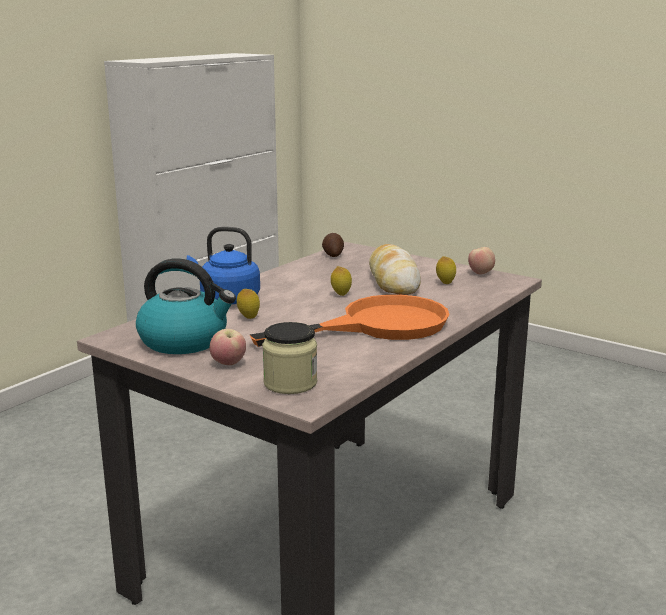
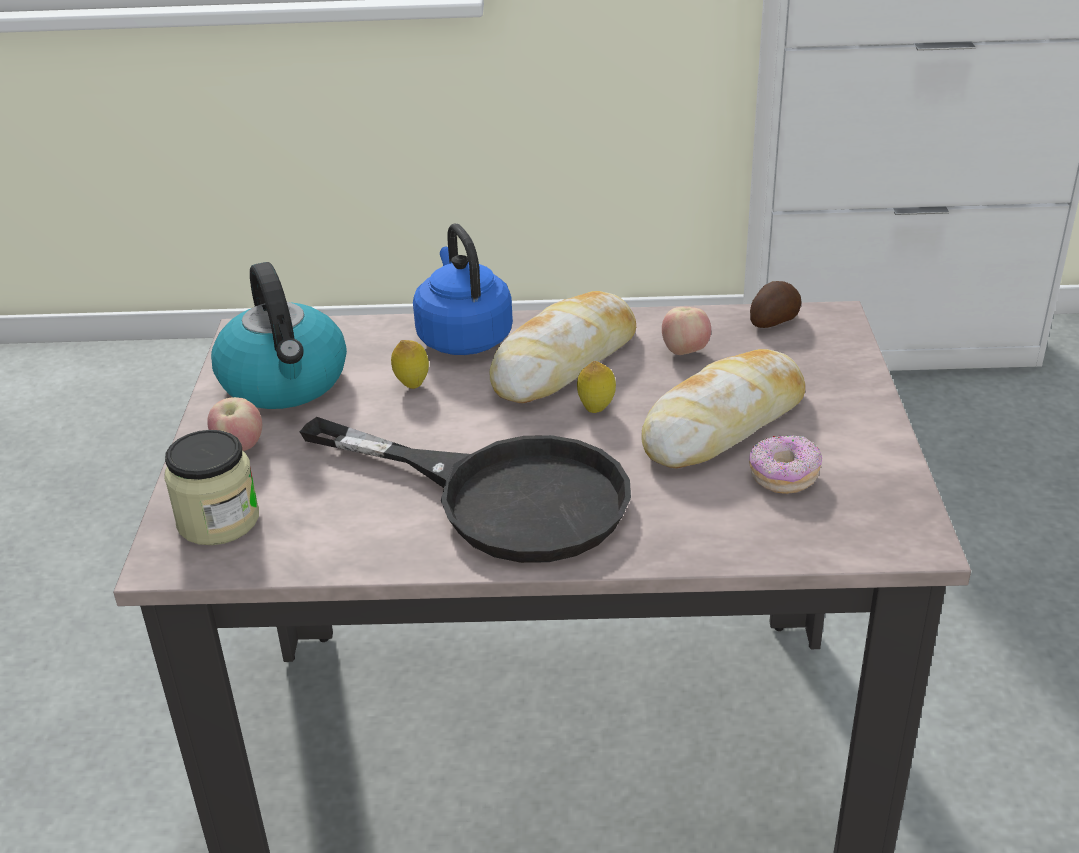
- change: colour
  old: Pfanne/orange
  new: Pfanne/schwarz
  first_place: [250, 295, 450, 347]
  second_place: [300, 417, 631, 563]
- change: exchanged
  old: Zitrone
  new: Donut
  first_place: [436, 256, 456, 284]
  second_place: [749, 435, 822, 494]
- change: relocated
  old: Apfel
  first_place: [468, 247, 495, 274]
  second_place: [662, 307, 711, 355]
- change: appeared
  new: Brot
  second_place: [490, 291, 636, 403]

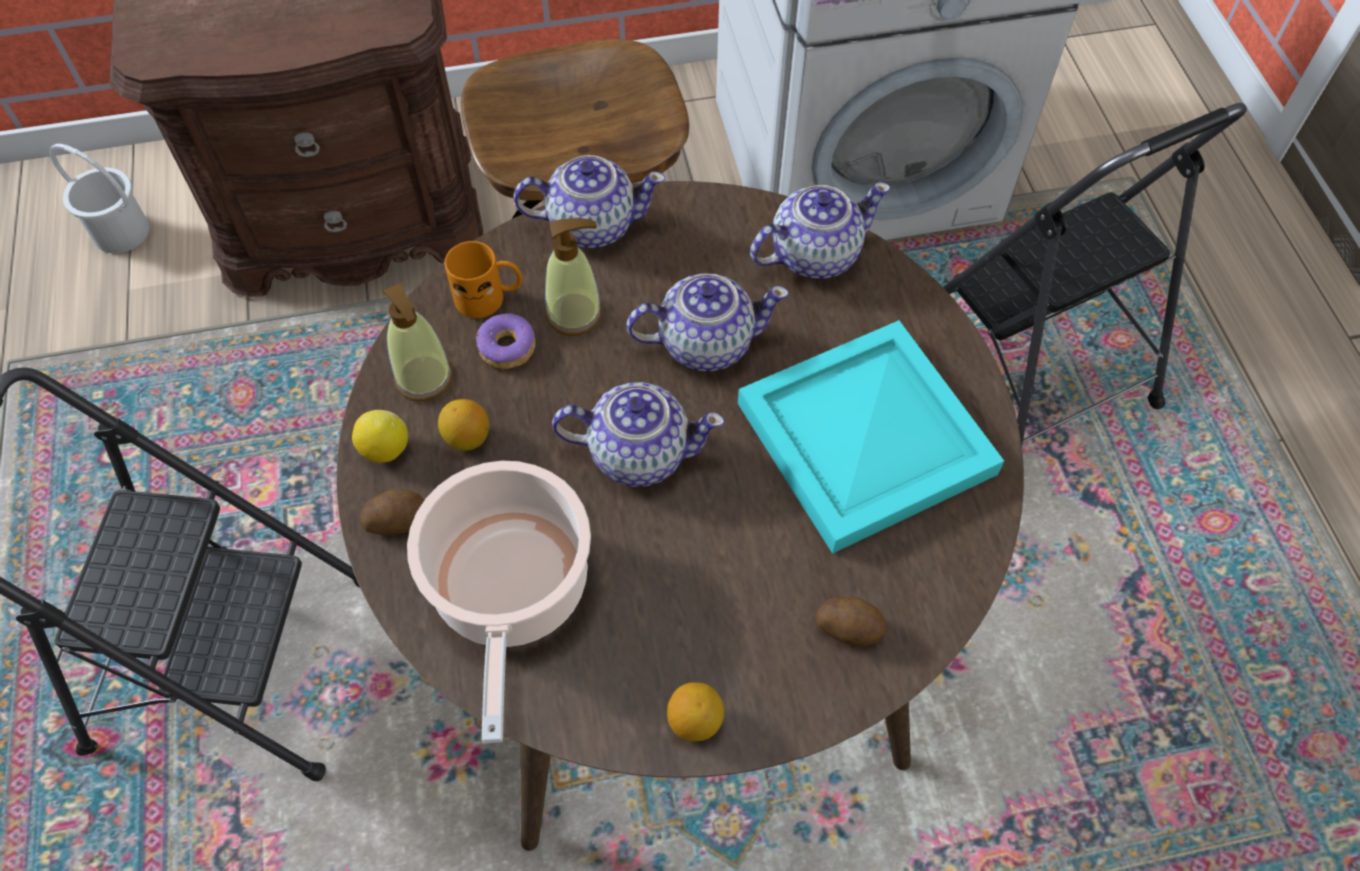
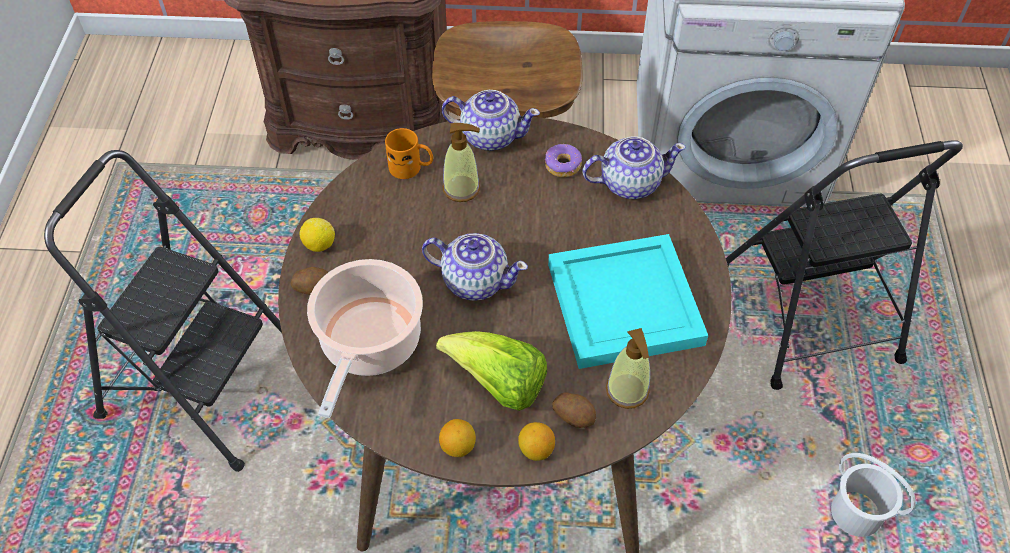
- change: relocated
  old: Eimer/weiß
  first_place: [49, 144, 149, 253]
  second_place: [831, 453, 916, 537]
- change: relocated
  old: Seifenspender
  first_place: [383, 283, 453, 401]
  second_place: [606, 328, 650, 409]
- change: relocated
  old: Zitrone
  first_place: [438, 399, 489, 451]
  second_place: [518, 422, 555, 461]
- change: relocated
  old: Donut
  first_place: [476, 313, 536, 369]
  second_place: [545, 144, 582, 177]
- change: missing
  old: Teekanne
  first_place: [627, 273, 789, 371]
- change: appeared
  new: Salatkopf
  second_place: [436, 331, 547, 411]

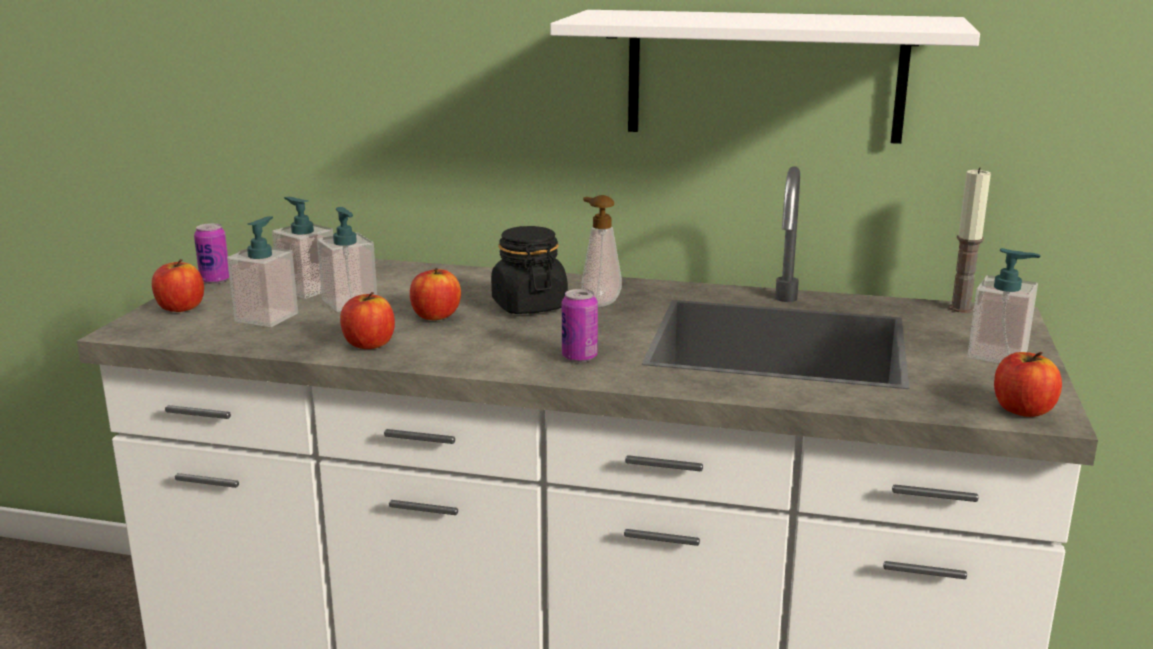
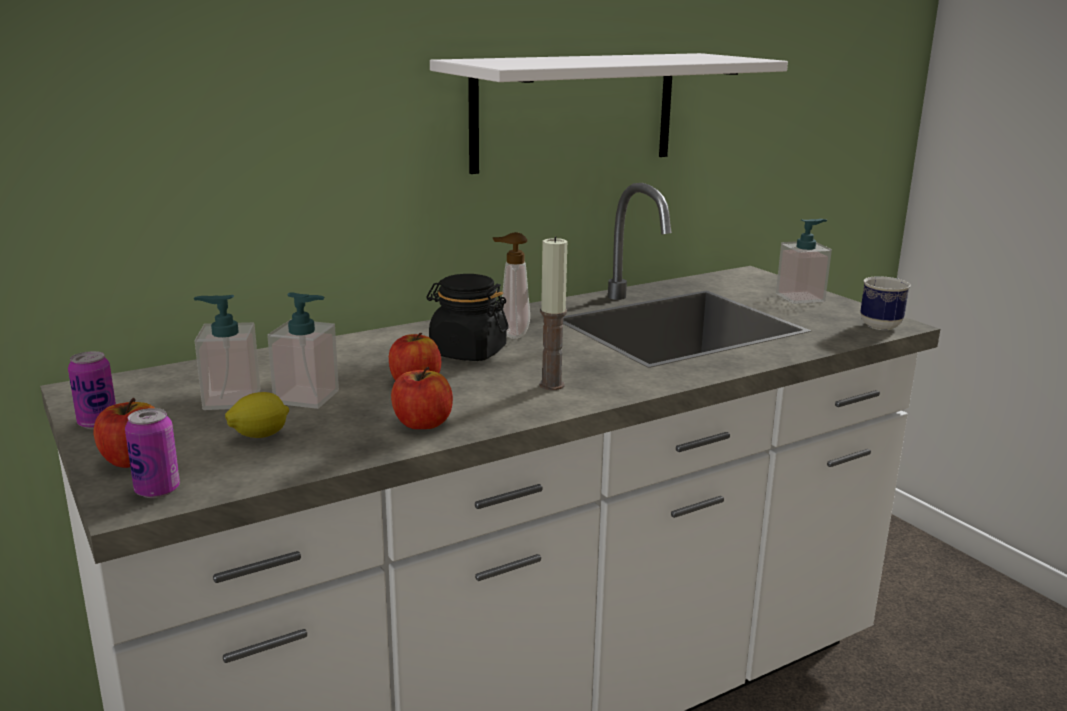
- change: exchanged
  old: Seifenspender
  new: Zitrone
  first_place: [227, 216, 298, 327]
  second_place: [225, 392, 289, 438]
- change: relocated
  old: Dose
  first_place: [562, 289, 598, 362]
  second_place: [125, 408, 180, 498]
- change: relocated
  old: Kerze
  first_place: [948, 168, 991, 313]
  second_place: [539, 236, 567, 390]
- change: exchanged
  old: Apfel
  new: Henkelbecher
  first_place: [994, 352, 1062, 417]
  second_place: [860, 276, 911, 330]

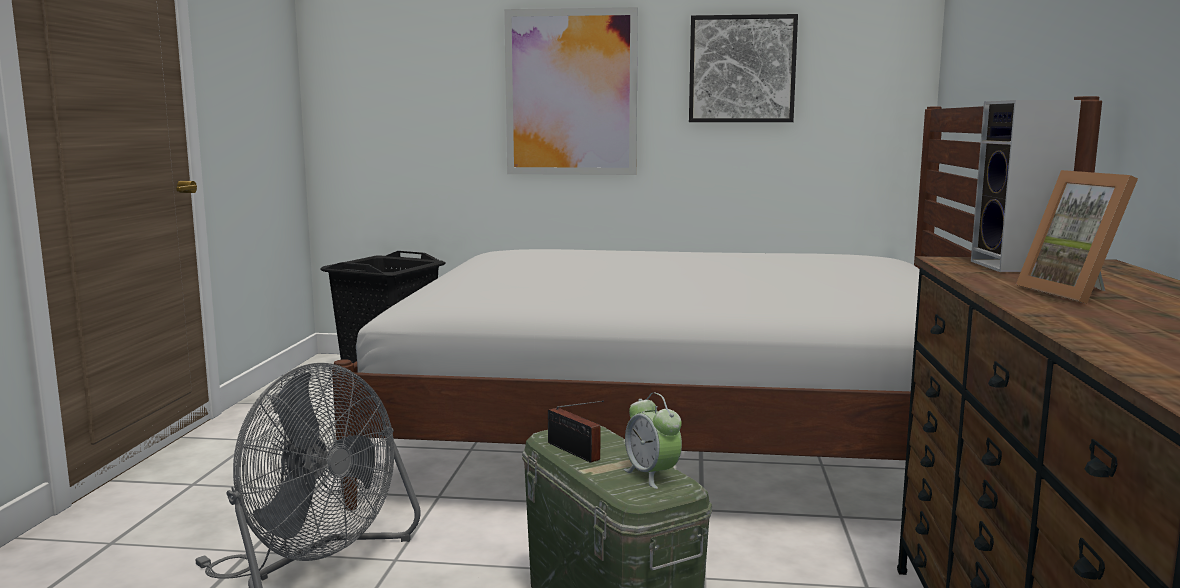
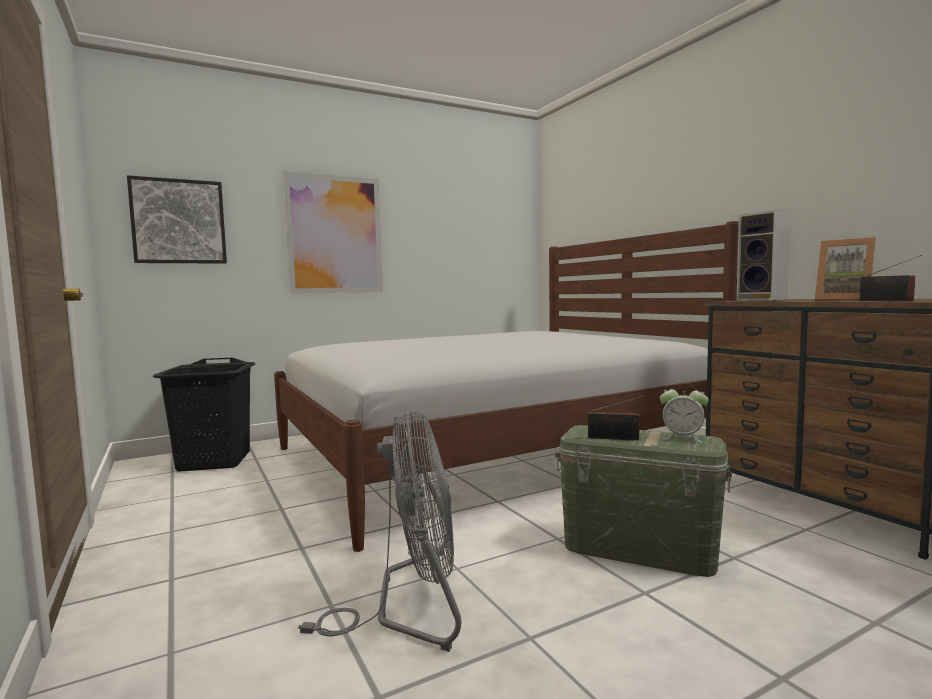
- change: relocated
  old: Bild
  first_place: [689, 14, 798, 122]
  second_place: [127, 175, 227, 264]
- change: appeared
  new: Radio
  second_place: [859, 255, 922, 301]

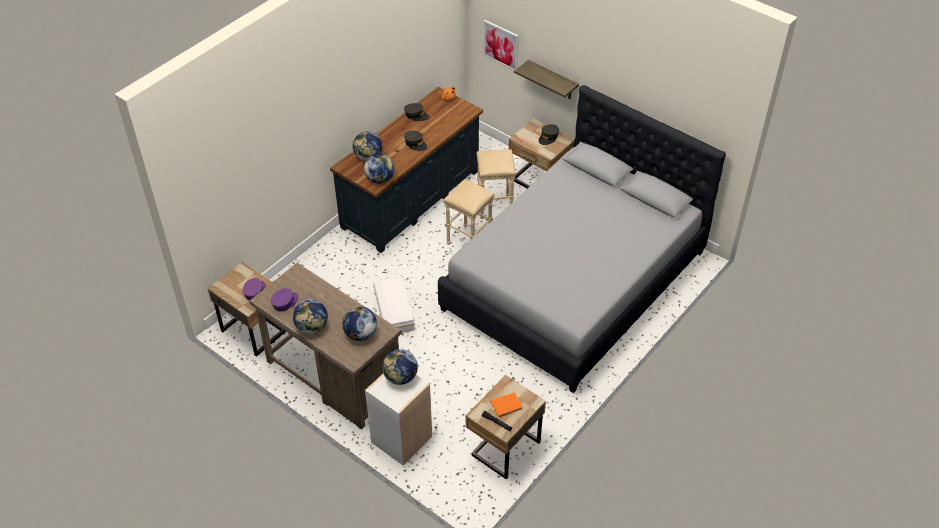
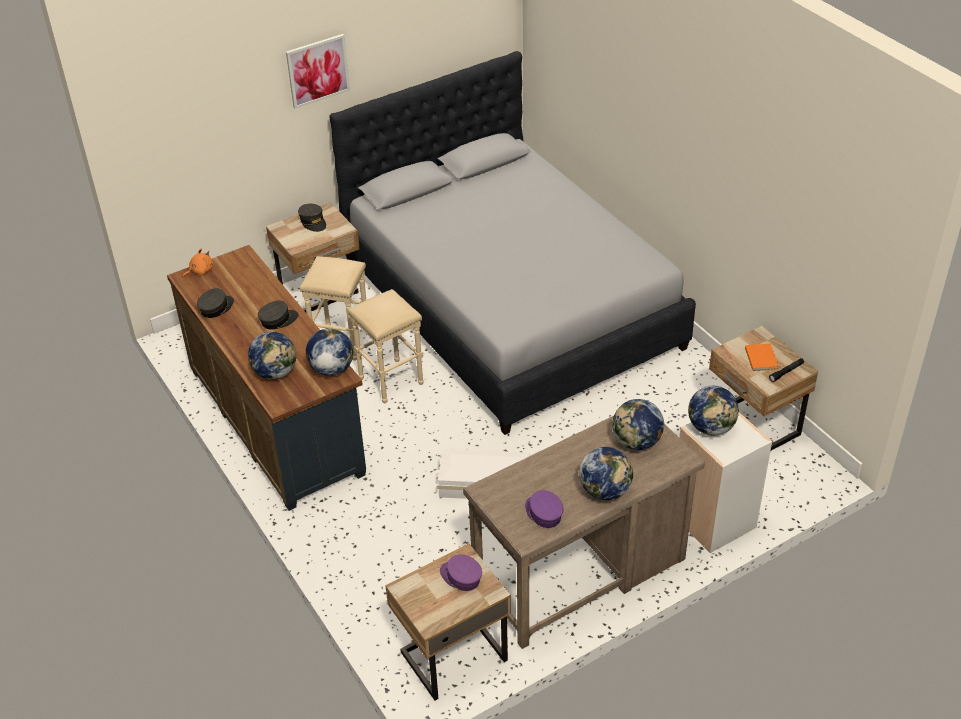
- change: relocated
  old: Bild
  first_place: [483, 20, 519, 70]
  second_place: [286, 34, 350, 109]
- change: missing
  old: Wandregal
  first_place: [514, 60, 579, 99]

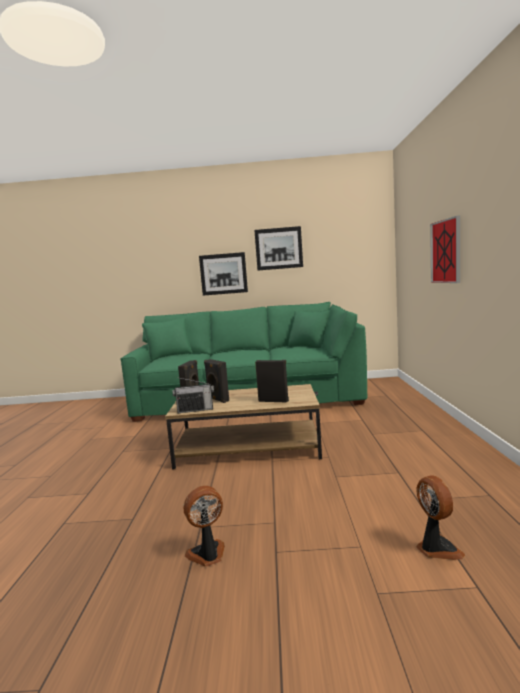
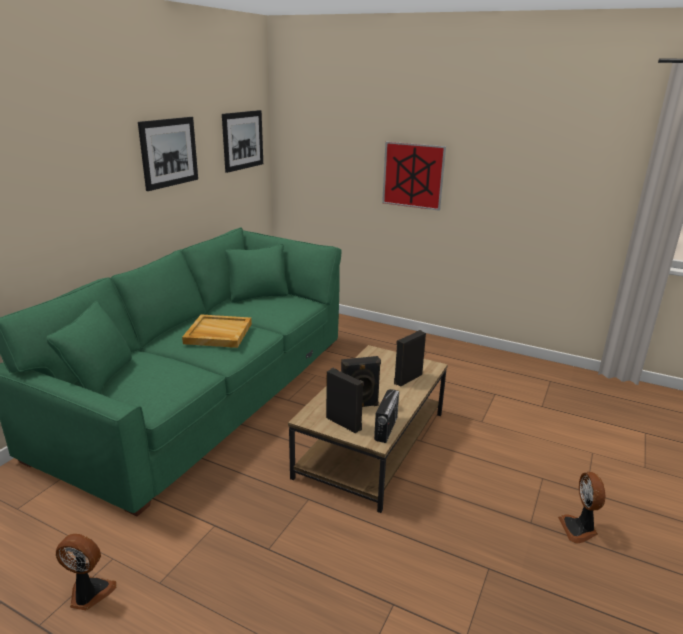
- change: relocated
  old: Bild
  first_place: [199, 252, 248, 296]
  second_place: [222, 110, 263, 173]
- change: relocated
  old: Ventilator
  first_place: [416, 476, 465, 560]
  second_place: [56, 534, 117, 610]
- change: appeared
  new: Tablett/beige
  second_place: [182, 314, 252, 348]

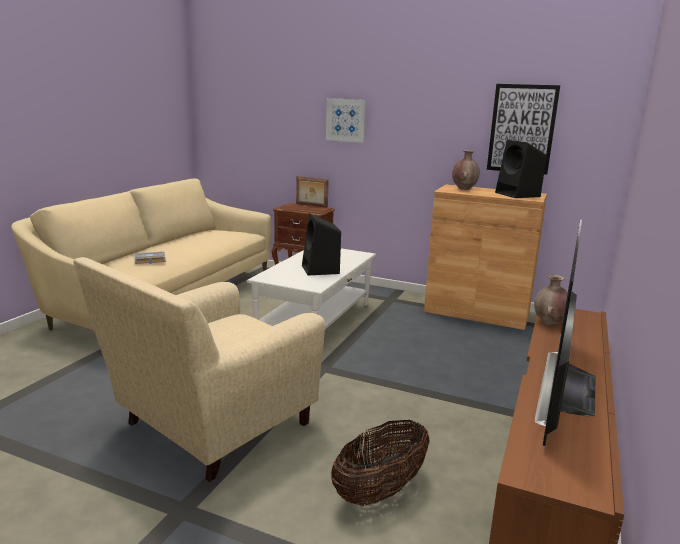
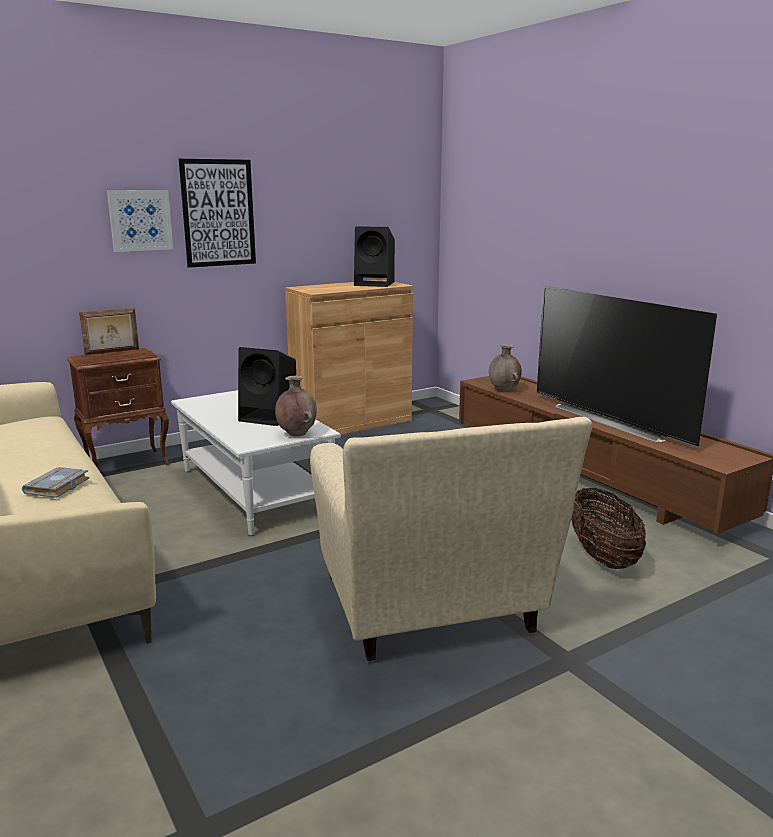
- change: relocated
  old: Vase/braun
  first_place: [452, 150, 480, 190]
  second_place: [275, 375, 317, 436]
- change: relocated
  old: Bild
  first_place: [487, 84, 560, 175]
  second_place: [179, 159, 256, 268]

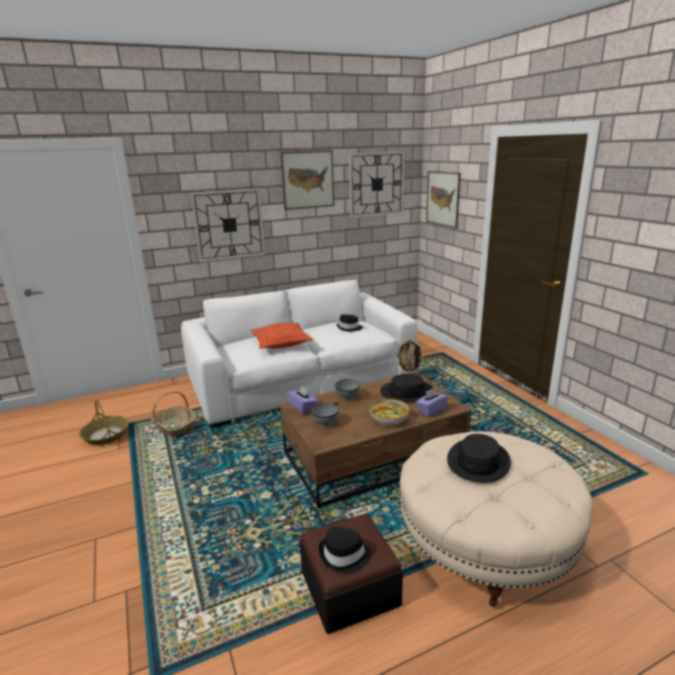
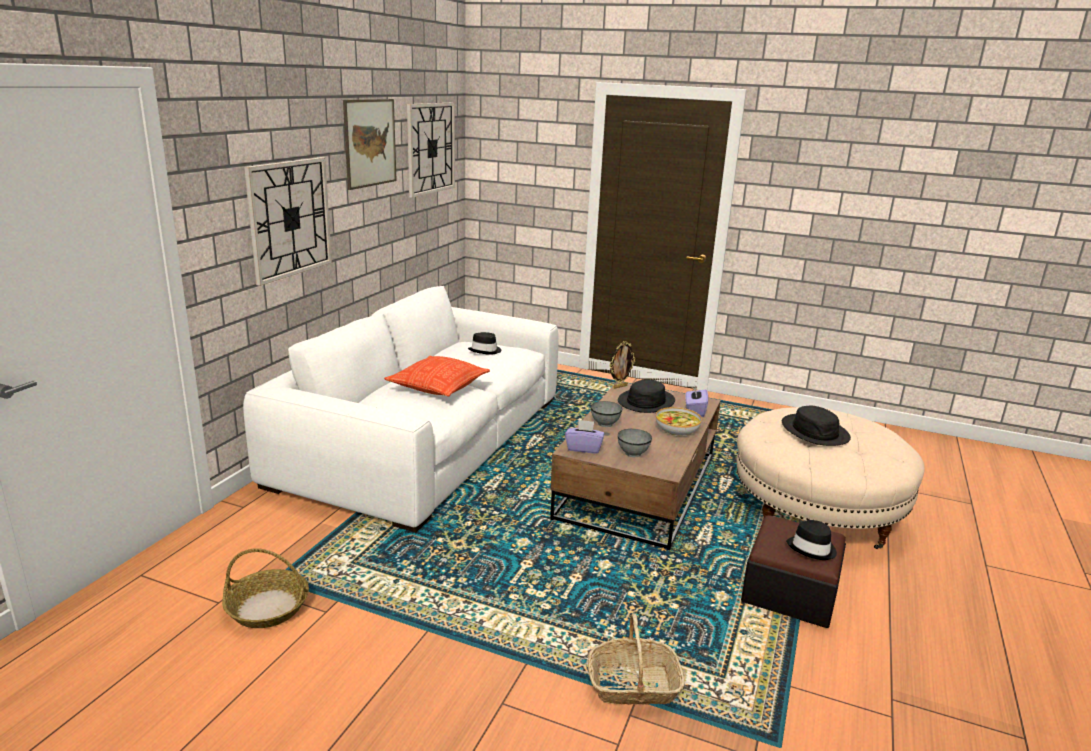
- change: relocated
  old: Korb
  first_place: [151, 391, 197, 437]
  second_place: [588, 613, 685, 705]
- change: missing
  old: Bild
  first_place: [426, 171, 461, 228]

